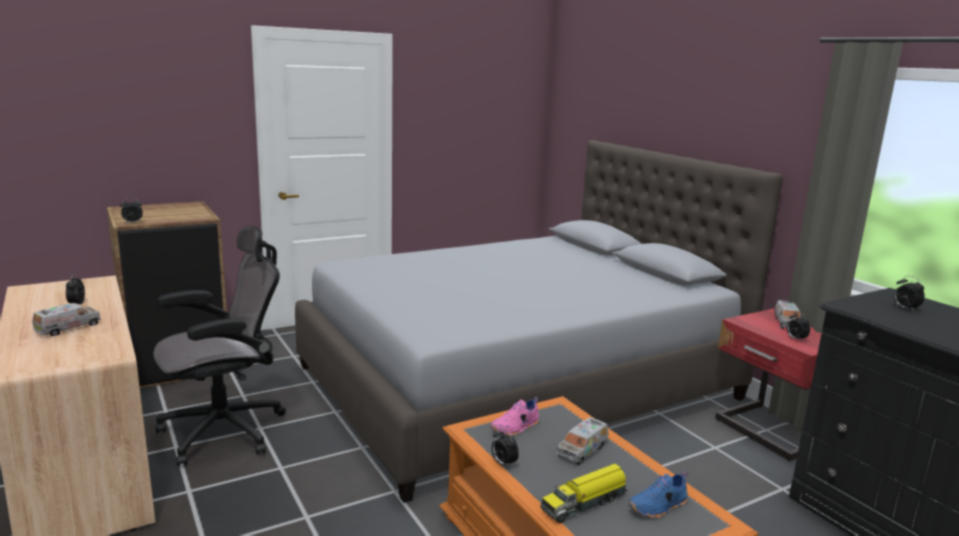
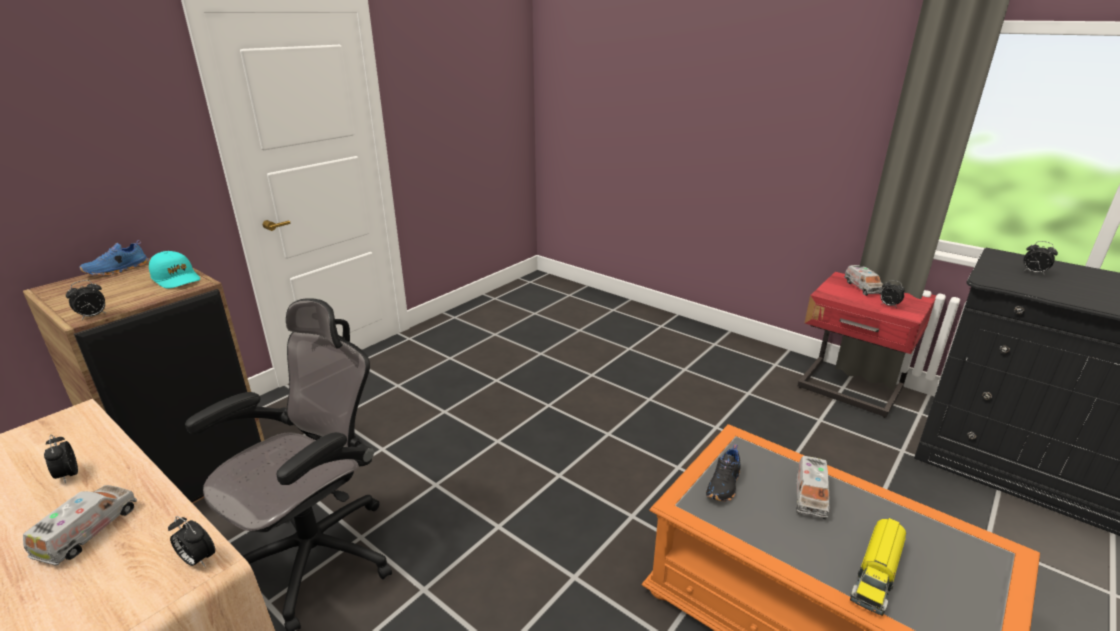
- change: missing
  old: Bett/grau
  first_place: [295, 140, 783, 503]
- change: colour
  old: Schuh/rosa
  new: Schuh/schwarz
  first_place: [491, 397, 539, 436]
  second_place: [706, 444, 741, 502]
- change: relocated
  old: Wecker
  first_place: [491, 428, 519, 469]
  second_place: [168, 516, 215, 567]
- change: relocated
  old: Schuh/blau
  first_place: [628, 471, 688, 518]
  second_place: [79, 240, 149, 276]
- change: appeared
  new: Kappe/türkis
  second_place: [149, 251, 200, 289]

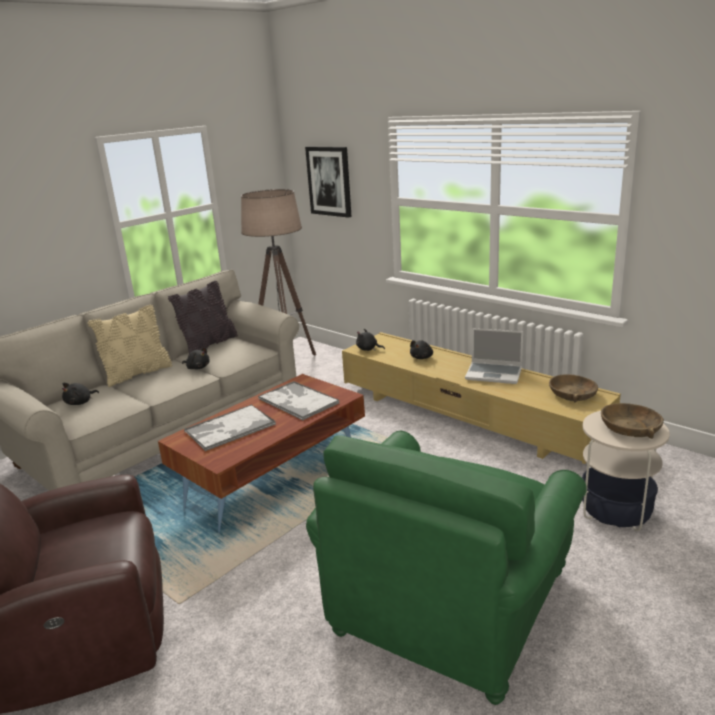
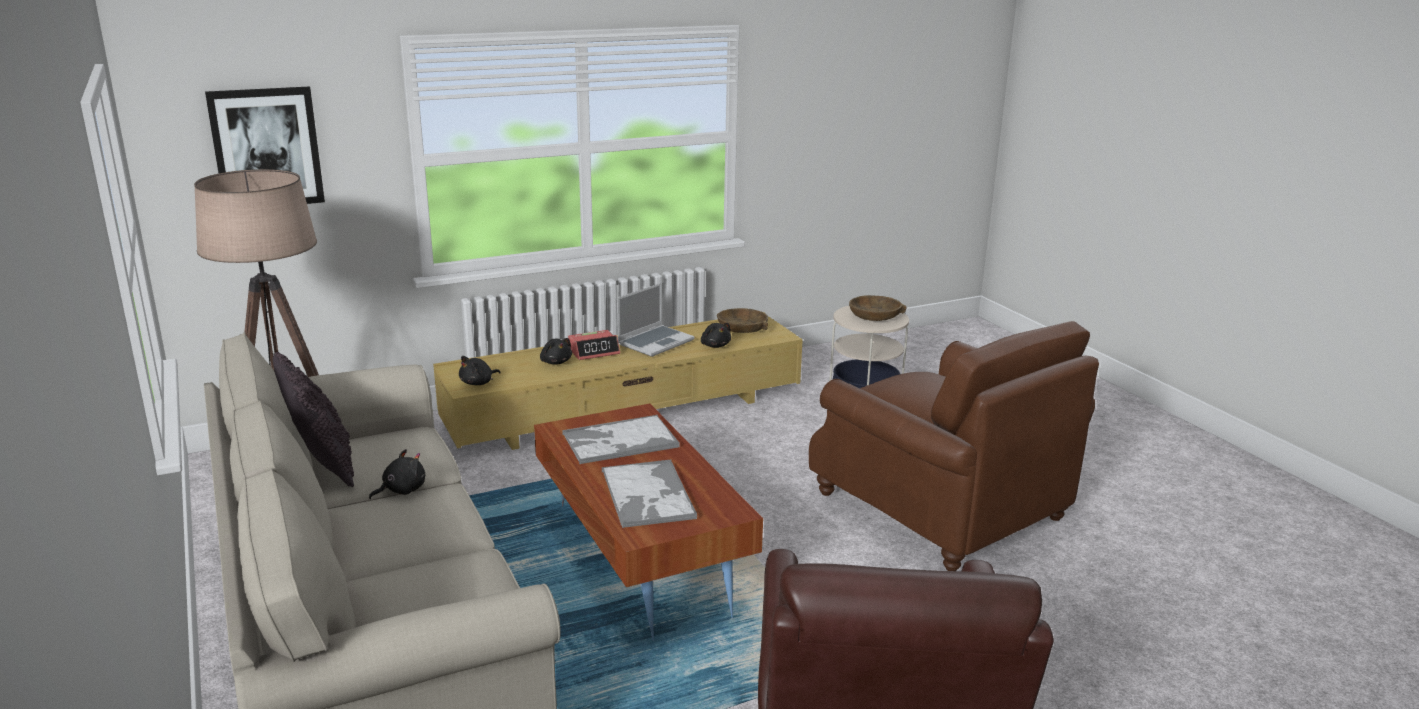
- change: relocated
  old: Plüschtier/schwarz
  first_place: [62, 383, 99, 405]
  second_place: [701, 323, 731, 348]
- change: missing
  old: Kissen/beige
  first_place: [87, 305, 173, 387]
- change: colour
  old: Sessel/grün
  new: Sessel/braun
  first_place: [306, 431, 587, 705]
  second_place: [809, 321, 1099, 571]
- change: appeared
  new: Wecker
  second_place: [568, 330, 620, 360]

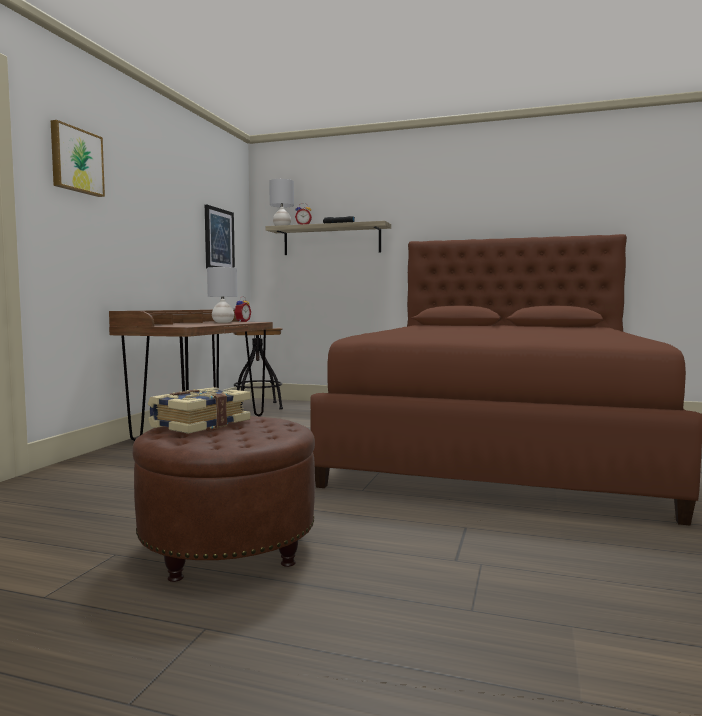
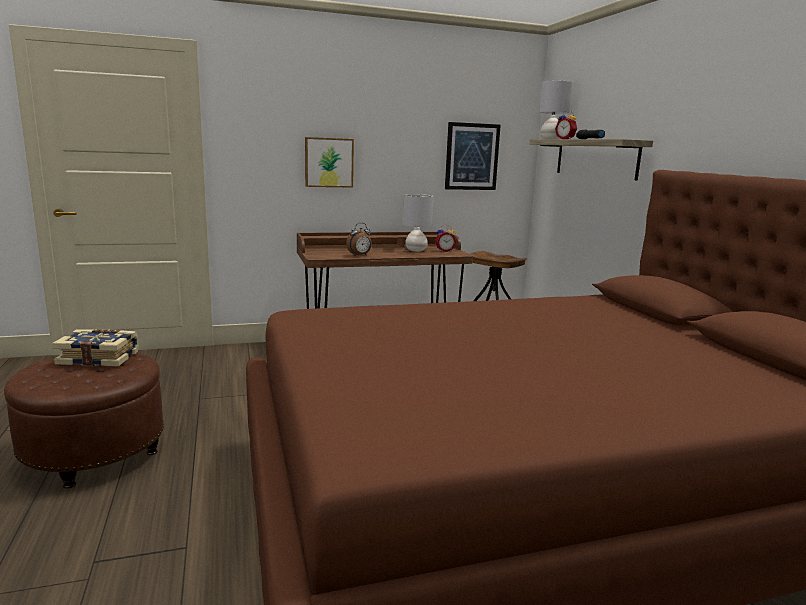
- change: relocated
  old: Bild
  first_place: [51, 120, 105, 197]
  second_place: [305, 137, 354, 188]
- change: appeared
  new: Wecker
  second_place: [346, 223, 372, 256]

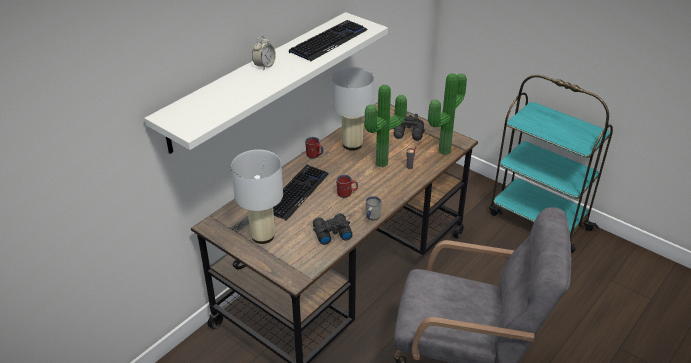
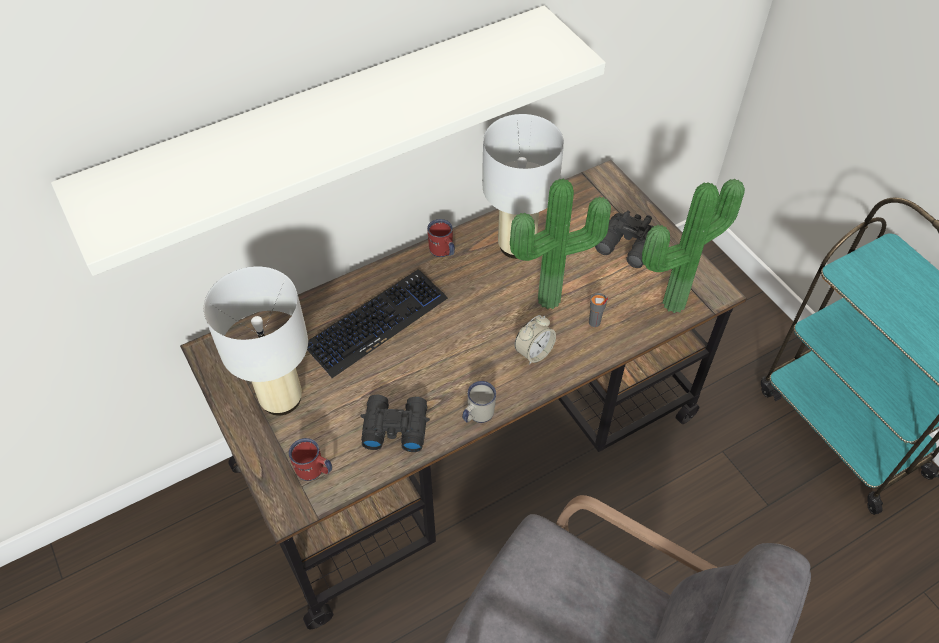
- change: relocated
  old: Wecker
  first_place: [252, 36, 276, 69]
  second_place: [515, 315, 556, 365]
- change: missing
  old: Tastatur
  first_place: [289, 20, 368, 61]
- change: relocated
  old: Henkelbecher/rot
  first_place: [336, 175, 358, 198]
  second_place: [289, 438, 332, 481]

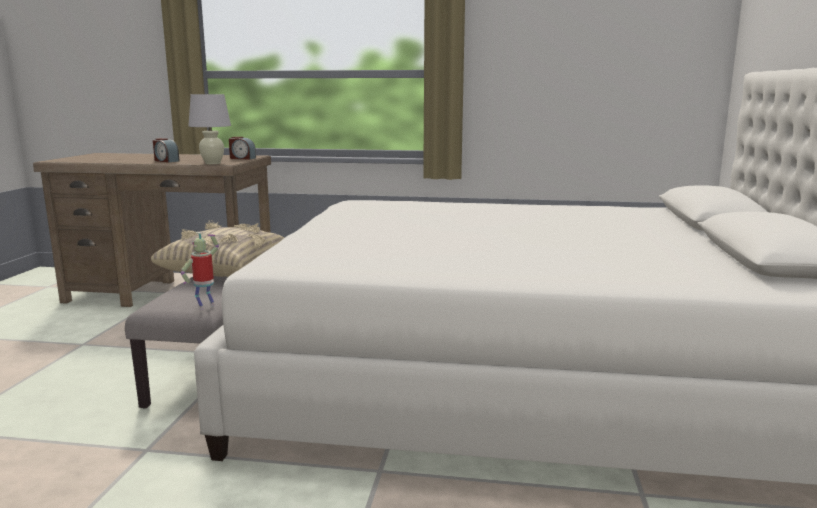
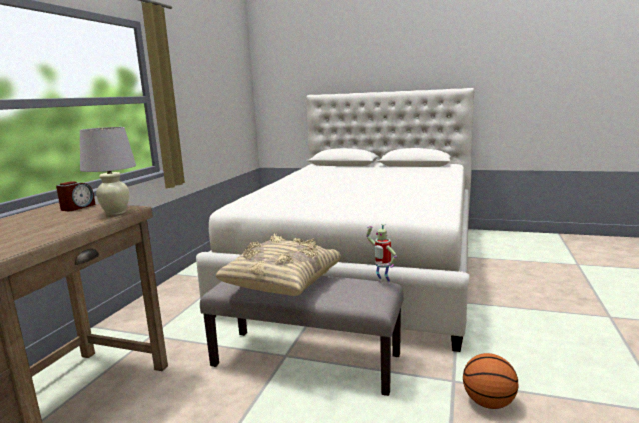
- change: missing
  old: Wecker
  first_place: [153, 138, 180, 163]
- change: appeared
  new: Basketball
  second_place: [463, 353, 519, 409]

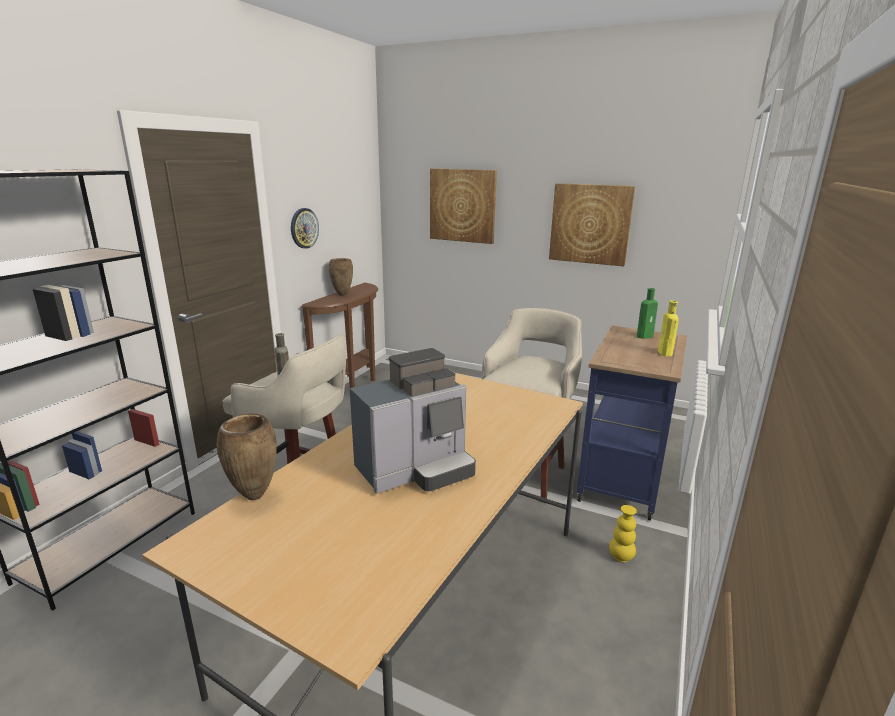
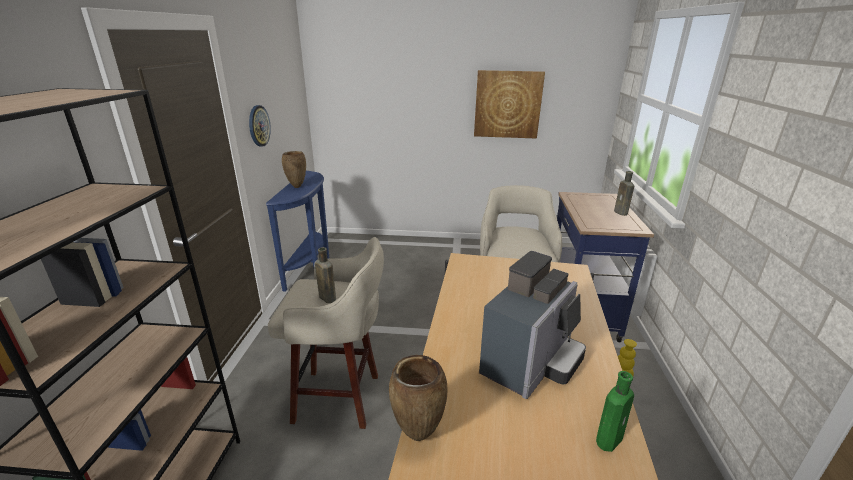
- change: colour
  old: Konsolentisch/braun
  new: Konsolentisch/blau
  first_place: [301, 283, 378, 388]
  second_place: [266, 171, 330, 291]
- change: missing
  old: Bild
  first_place: [430, 168, 497, 244]
- change: relocated
  old: Flasche/grün
  first_place: [637, 288, 658, 339]
  second_place: [596, 371, 634, 452]
- change: colour
  old: Flasche/gelb
  new: Flasche/braun
  first_place: [658, 300, 679, 357]
  second_place: [614, 171, 634, 216]

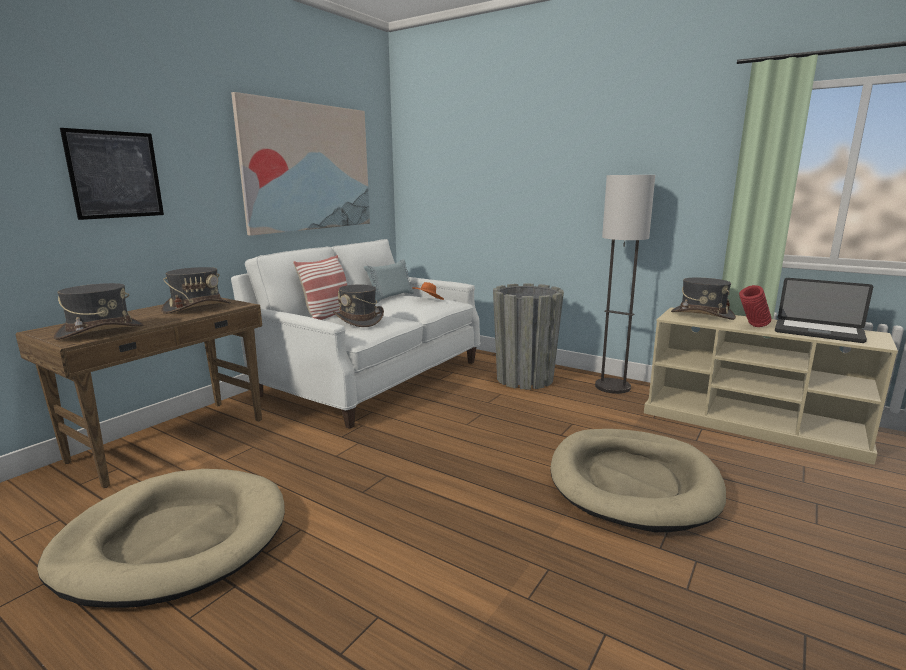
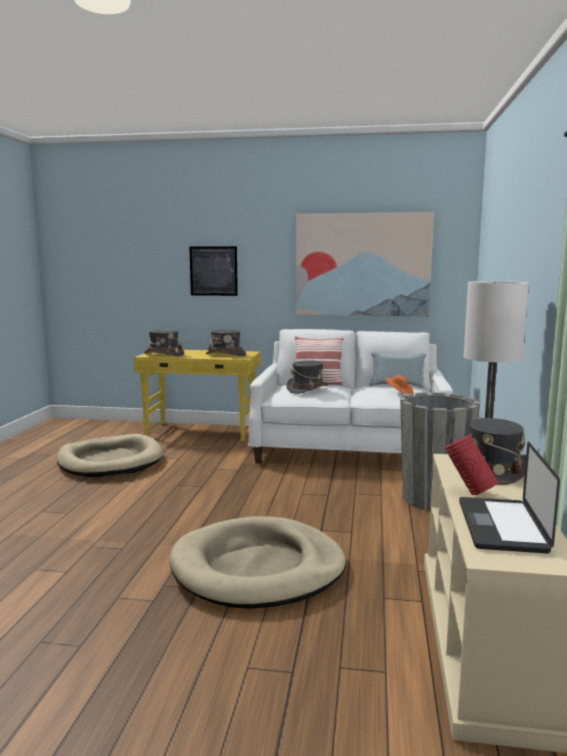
- change: colour
  old: Konsolentisch/braun
  new: Konsolentisch/gelb
  first_place: [16, 298, 262, 488]
  second_place: [134, 350, 260, 441]

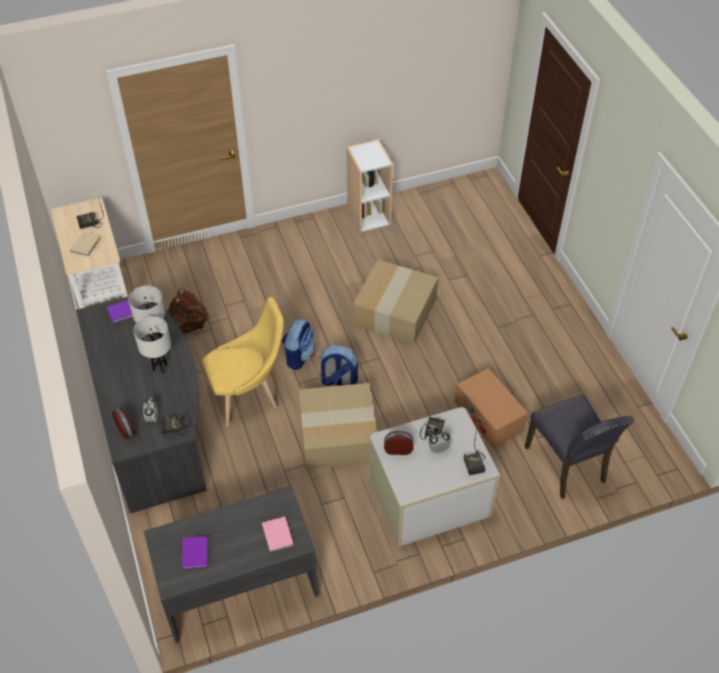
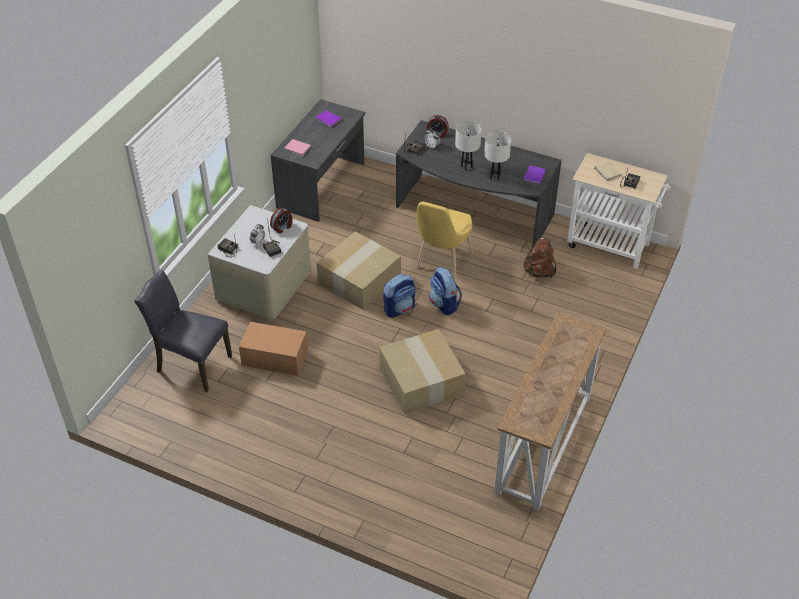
- change: exchanged
  old: Bücherregal
  new: Konsolentisch
  first_place: [347, 139, 393, 233]
  second_place: [494, 313, 606, 511]

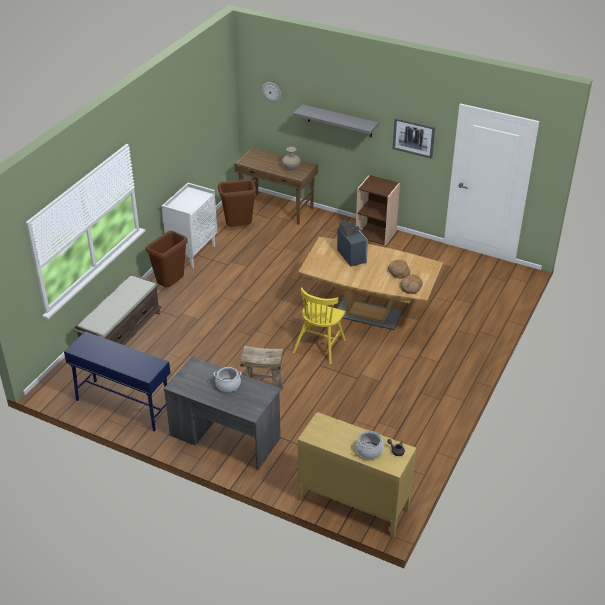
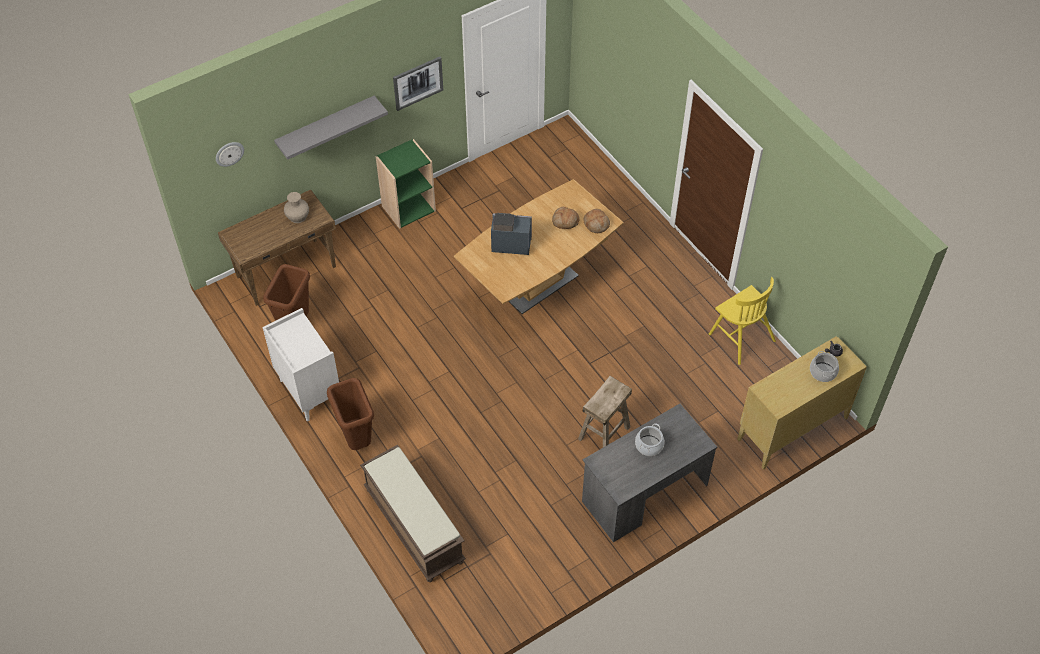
- change: missing
  old: Konsolentisch/blau
  first_place: [64, 331, 170, 431]
- change: relocated
  old: Stuhl/gelb
  first_place: [293, 288, 346, 364]
  second_place: [709, 277, 776, 365]
- change: colour
  old: Bücherregal/braun
  new: Bücherregal/grün
  first_place: [356, 175, 400, 246]
  second_place: [376, 139, 436, 229]

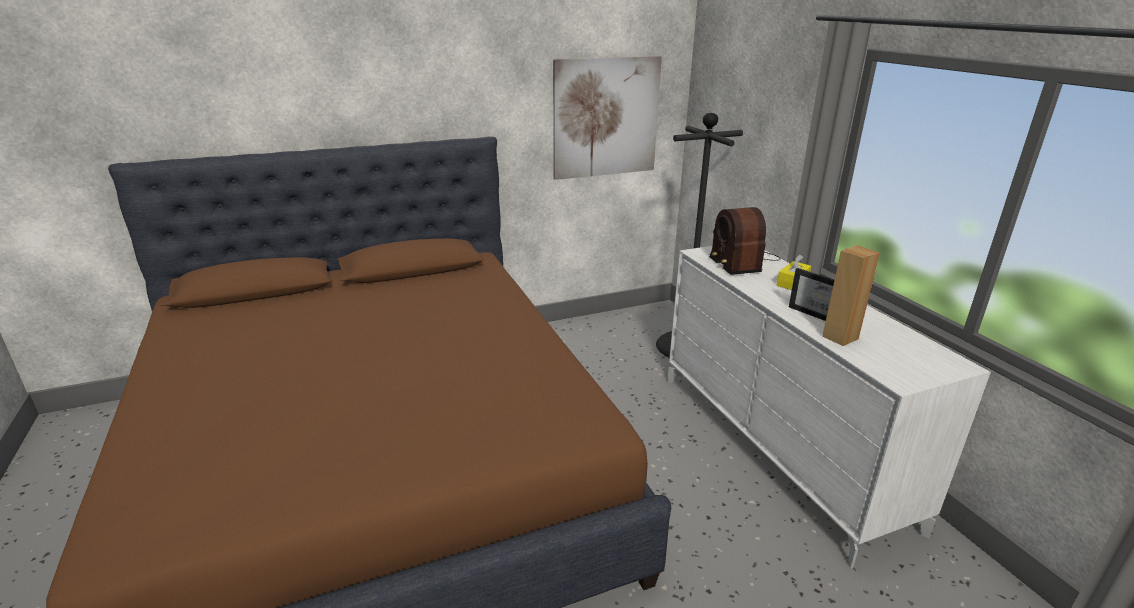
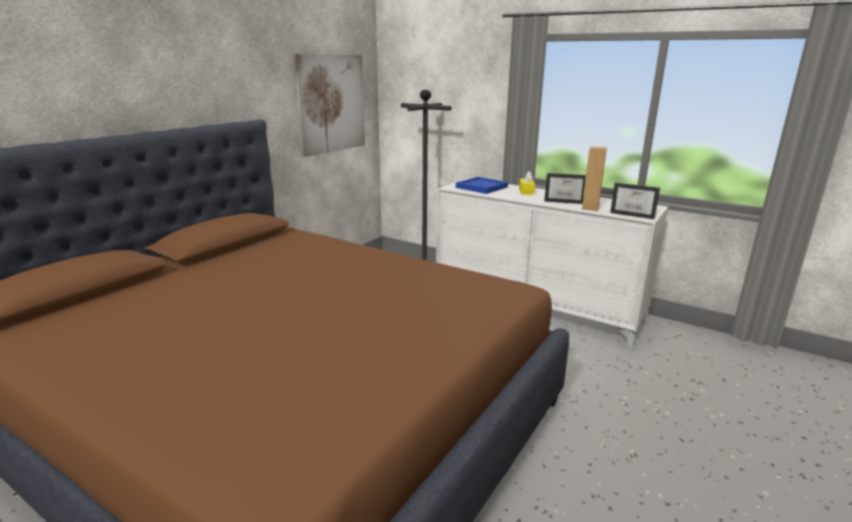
- change: exchanged
  old: Radio
  new: Tablett/blau
  first_place: [709, 207, 780, 275]
  second_place: [456, 177, 508, 194]
- change: appeared
  new: Bilderrahmen
  second_place: [610, 183, 660, 219]

